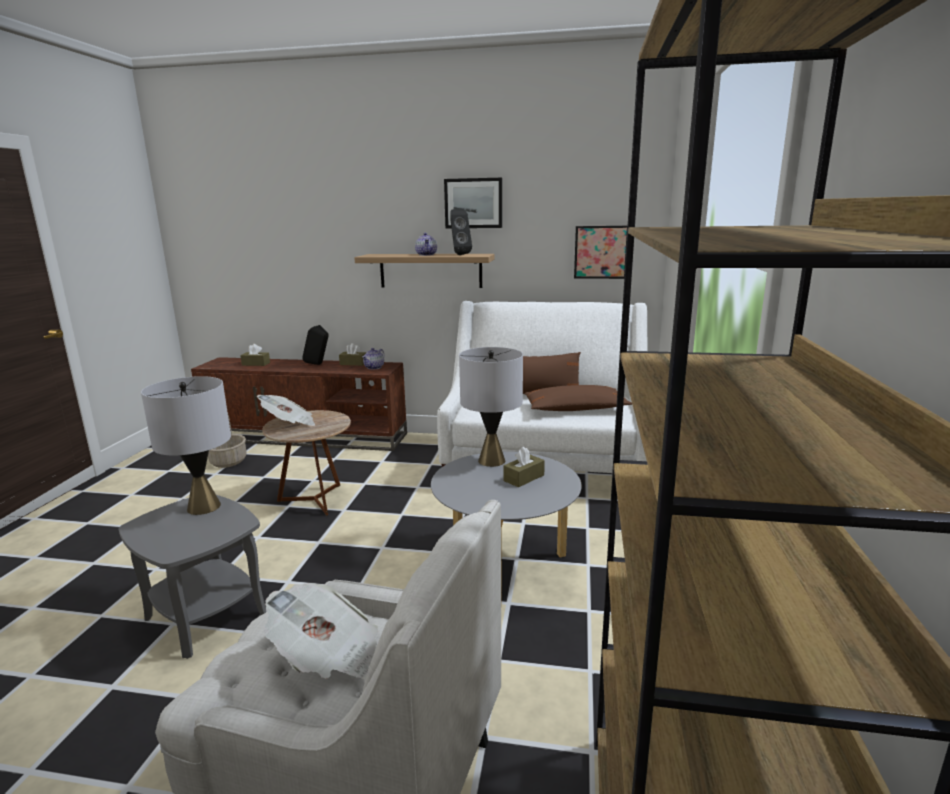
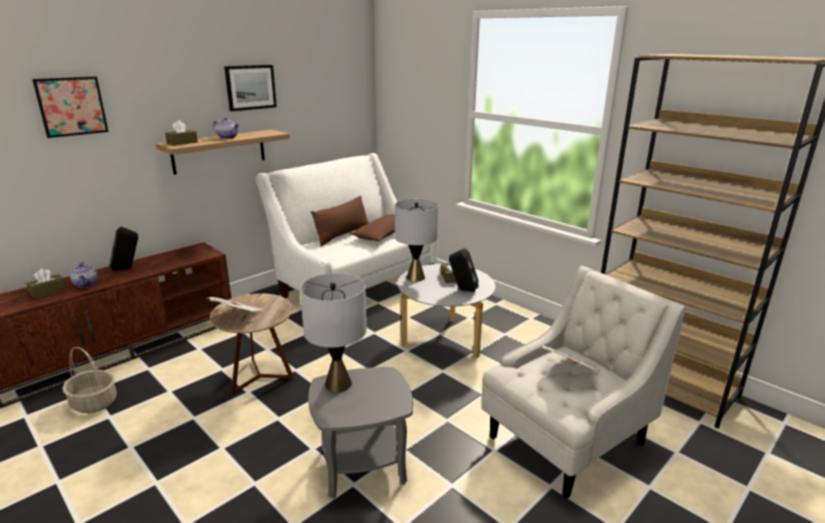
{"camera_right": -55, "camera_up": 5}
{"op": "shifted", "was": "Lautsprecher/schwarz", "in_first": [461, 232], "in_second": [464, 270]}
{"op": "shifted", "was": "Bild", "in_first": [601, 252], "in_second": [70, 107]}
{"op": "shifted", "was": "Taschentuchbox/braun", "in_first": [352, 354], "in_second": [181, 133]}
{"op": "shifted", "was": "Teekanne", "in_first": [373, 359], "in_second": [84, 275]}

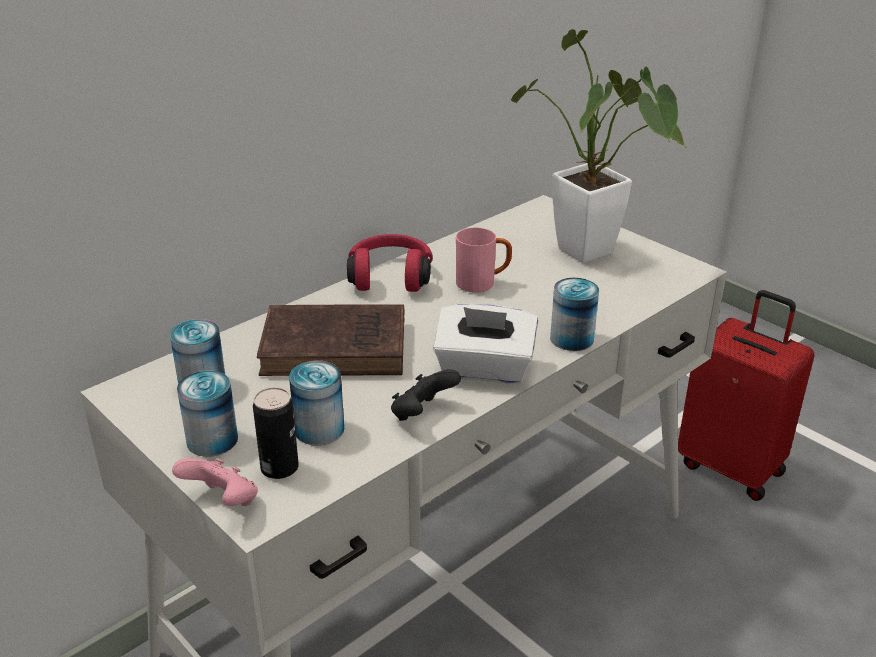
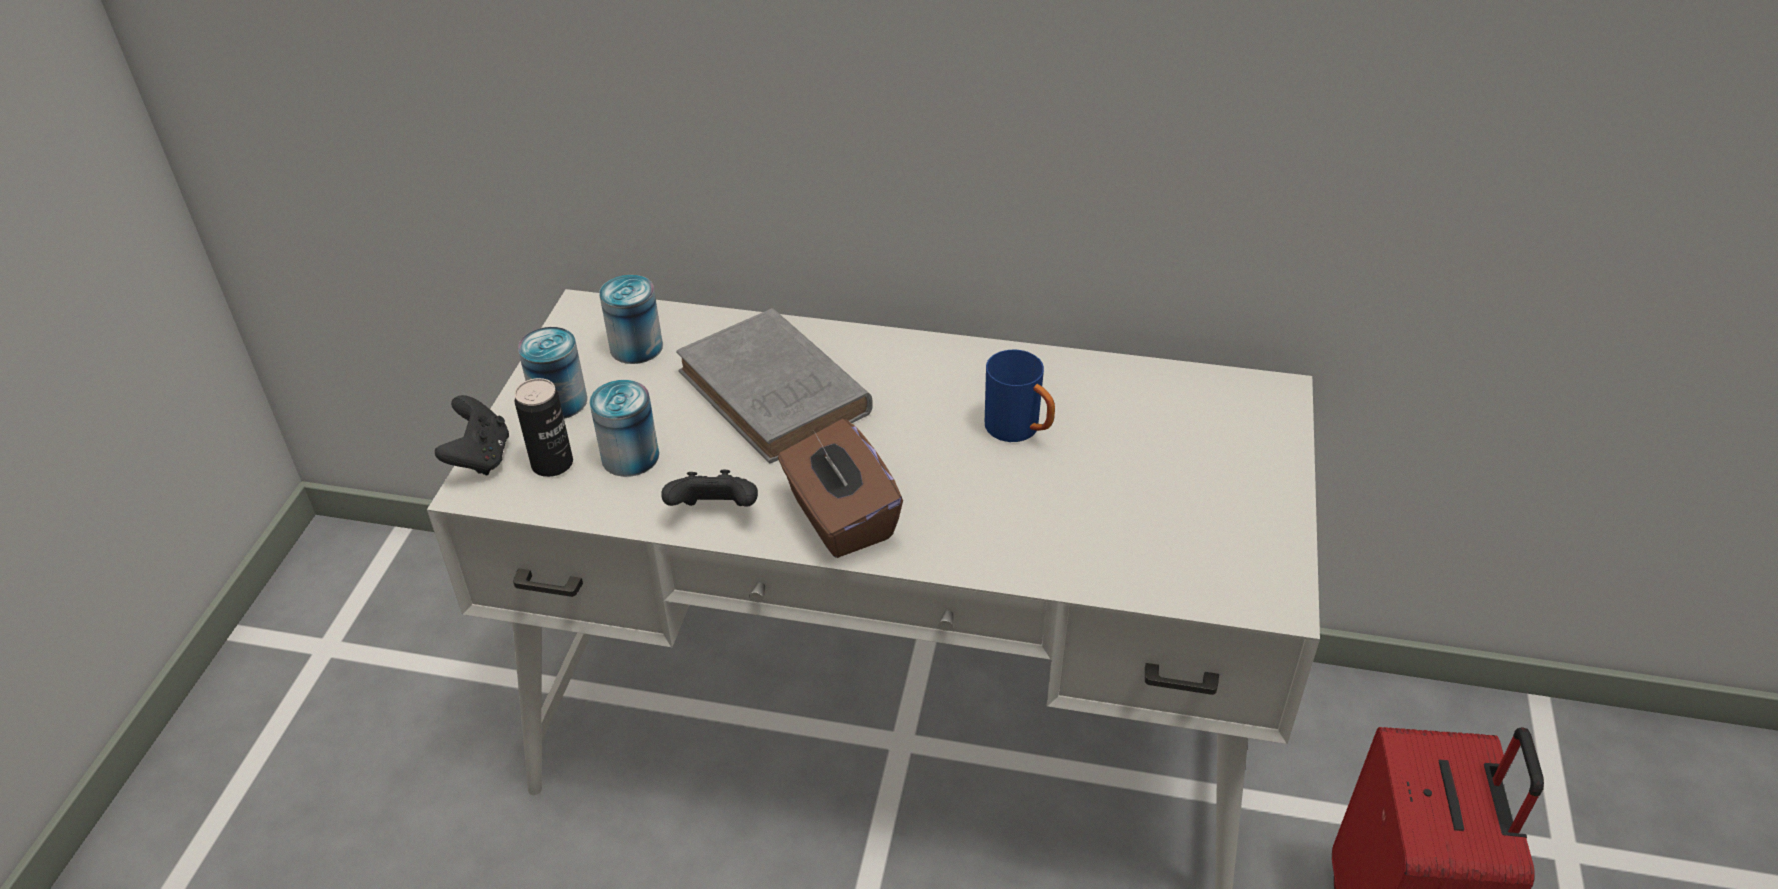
{"camera_right": 55, "camera_up": 10}
{"op": "gone", "was": "Topfpflanze", "in_first": [598, 146]}
{"op": "repainted", "was": "Henkelbecher/rosa", "now": "Henkelbecher/blau", "in_first": [484, 260], "in_second": [1020, 396]}
{"op": "gone", "was": "Kopfhörer/rot", "in_first": [390, 263]}
{"op": "gone", "was": "Dose", "in_first": [574, 314]}
{"op": "repainted", "was": "Buch/braun", "now": "Buch/grau", "in_first": [331, 340], "in_second": [774, 385]}
{"op": "repainted", "was": "Taschentuchbox/weiß", "now": "Taschentuchbox/braun", "in_first": [485, 344], "in_second": [840, 488]}
{"op": "repainted", "was": "Gamepad/rosa", "now": "Gamepad/schwarz", "in_first": [215, 482], "in_second": [472, 435]}

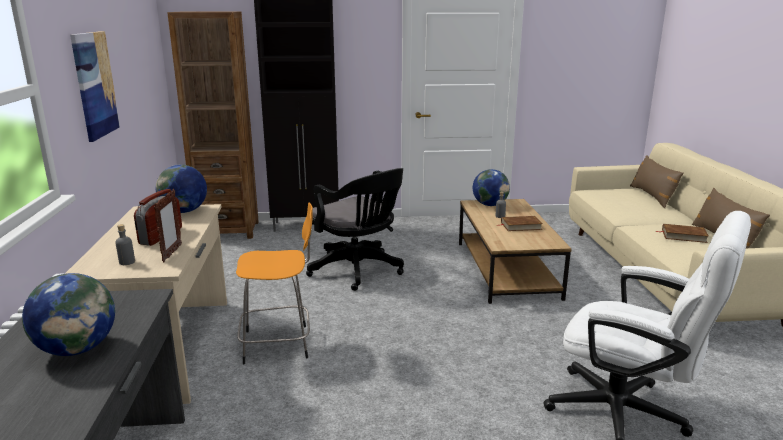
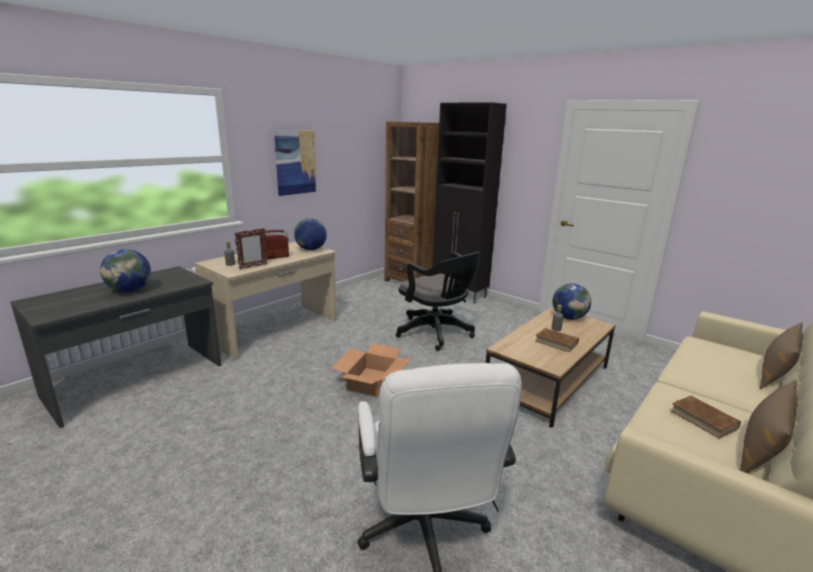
{"camera_right": 45, "camera_up": 0}
{"op": "rotated", "was": "Bürostuhl/schwarz", "in_first": [355, 229], "in_second": [438, 301], "clockwise": -45}
{"op": "gone", "was": "Hocker/orange", "in_first": [274, 283]}
{"op": "new", "now": "Karton", "in_second": [371, 370]}

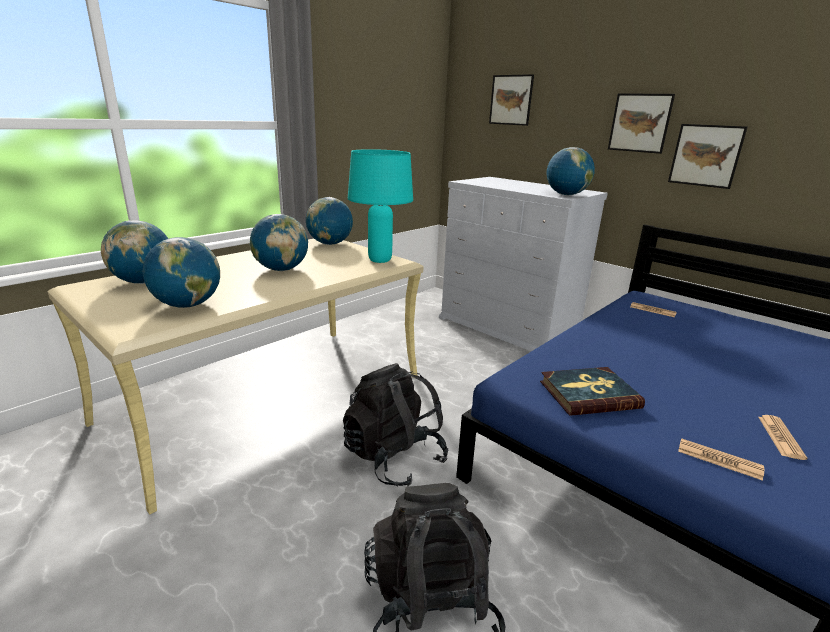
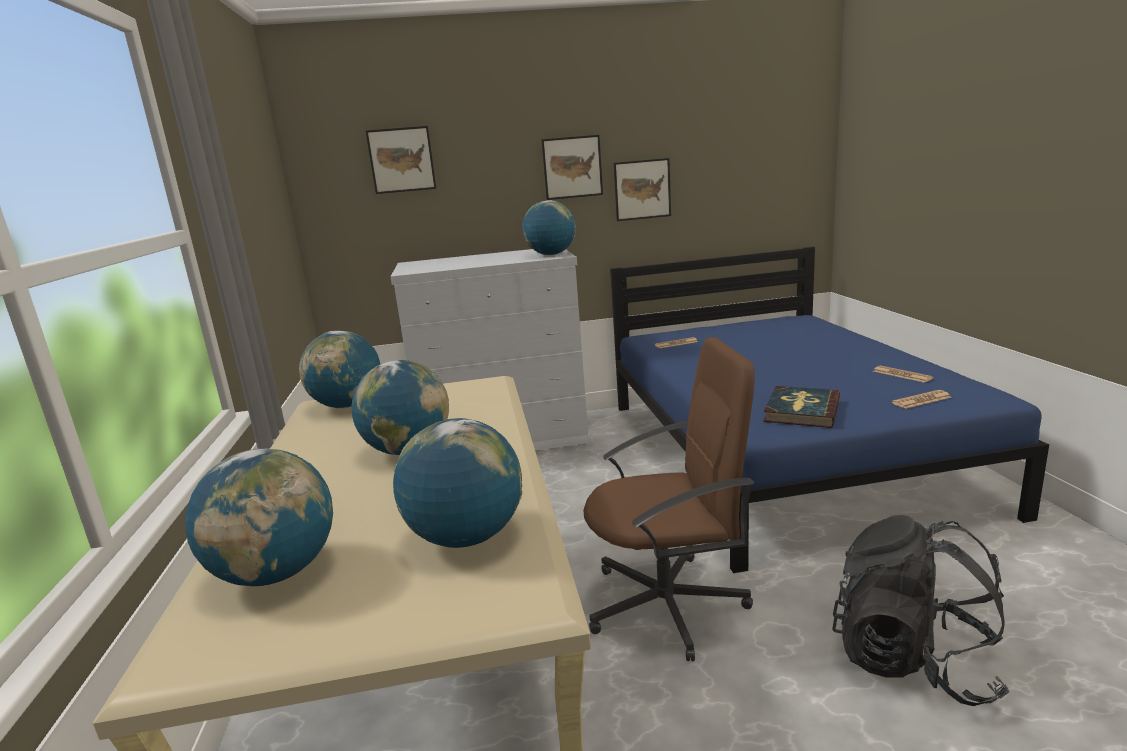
{"camera_right": -50, "camera_up": -5}
{"op": "gone", "was": "Tischlampe/türkis", "in_first": [380, 206]}
{"op": "swapped", "was": "Rucksack/schwarz", "now": "Bürostuhl/braun", "in_first": [395, 424], "in_second": [669, 499]}

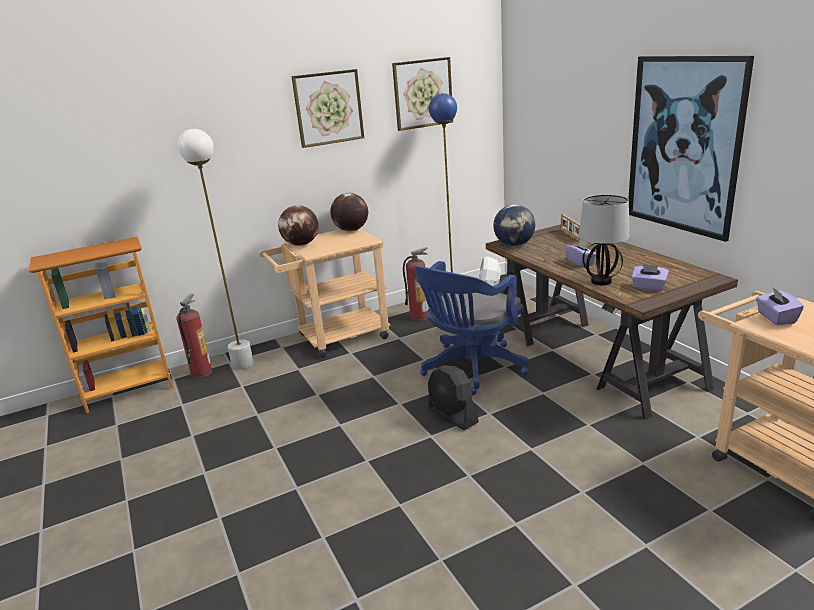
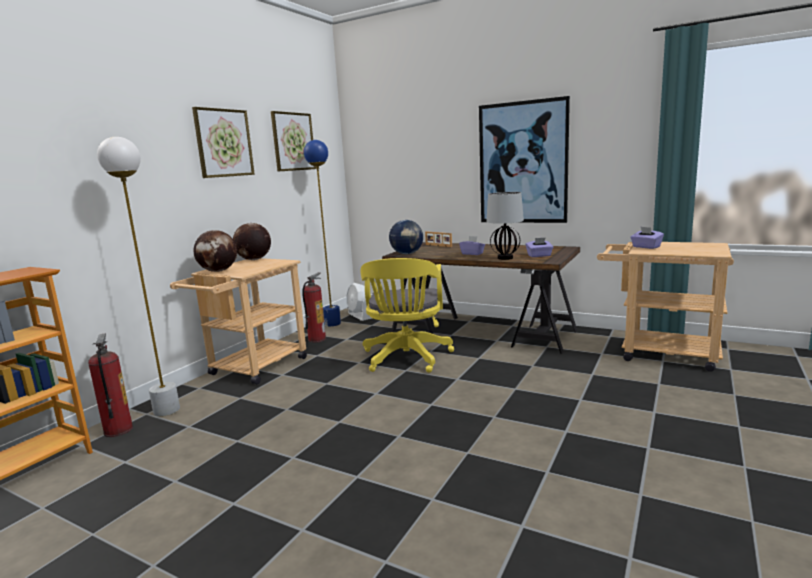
{"camera_right": -35, "camera_up": -10}
{"op": "repainted", "was": "Bürostuhl/blau", "now": "Bürostuhl/gelb", "in_first": [472, 328], "in_second": [407, 315]}
{"op": "gone", "was": "Ventilator/schwarz", "in_first": [453, 397]}

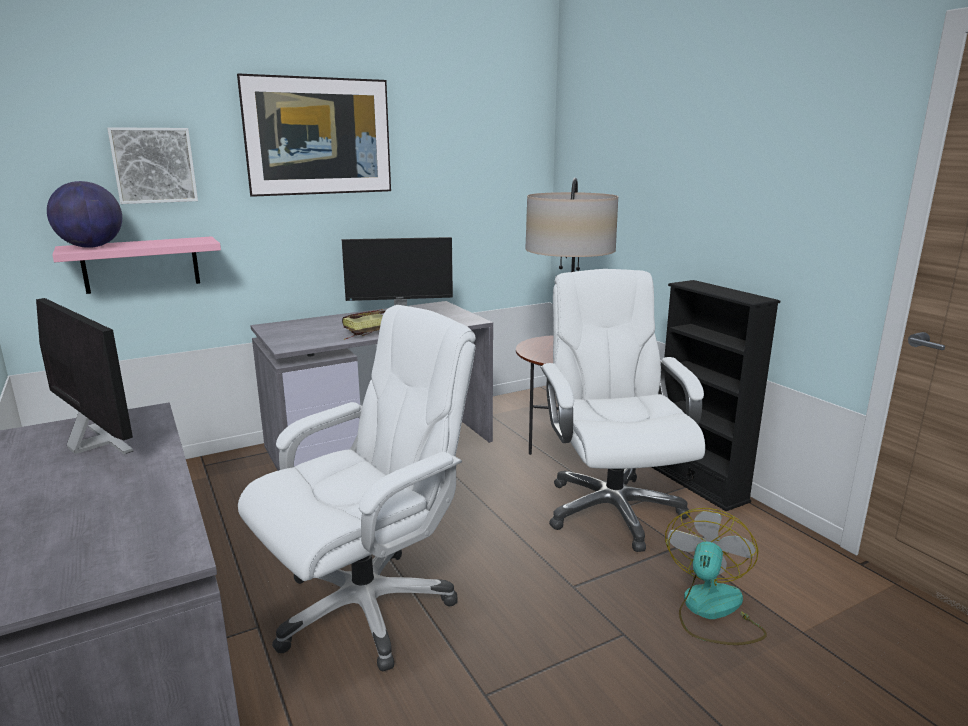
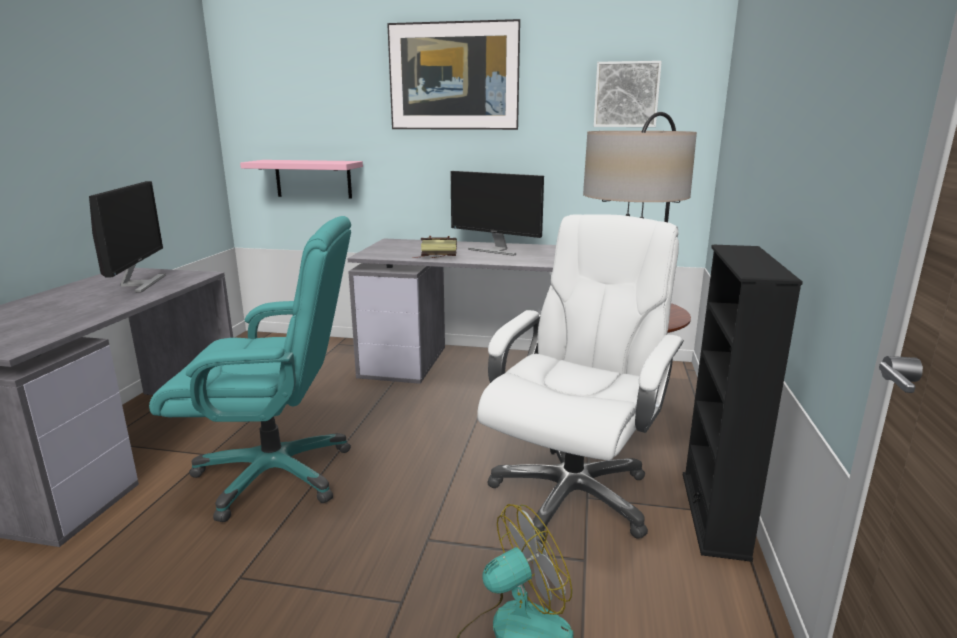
{"camera_right": 40, "camera_up": 0}
{"op": "shifted", "was": "Bild", "in_first": [152, 165], "in_second": [628, 94]}
{"op": "gone", "was": "Globus", "in_first": [84, 214]}
{"op": "repainted", "was": "Bürostuhl/weiß", "now": "Bürostuhl/türkis", "in_first": [357, 488], "in_second": [250, 369]}

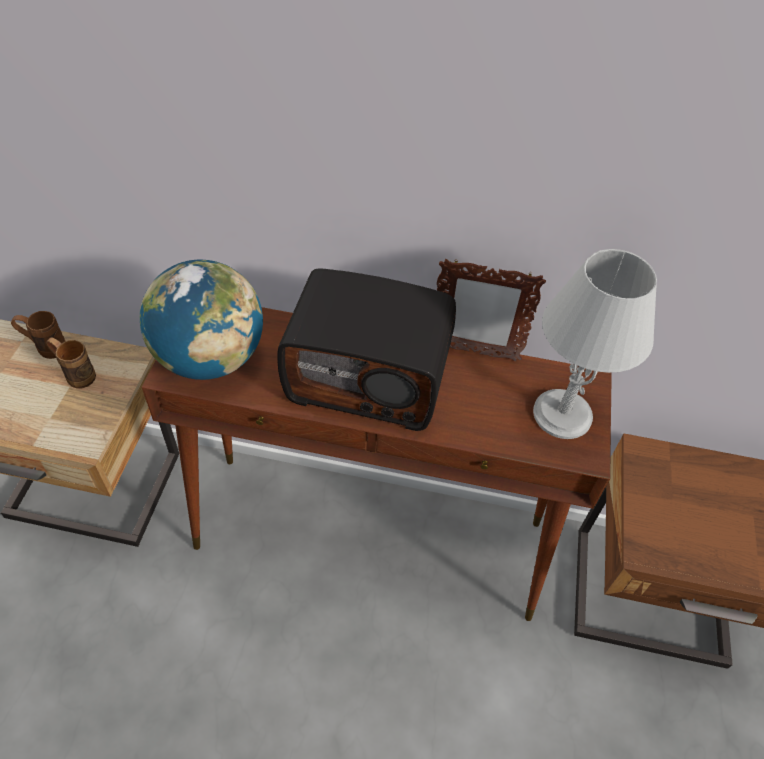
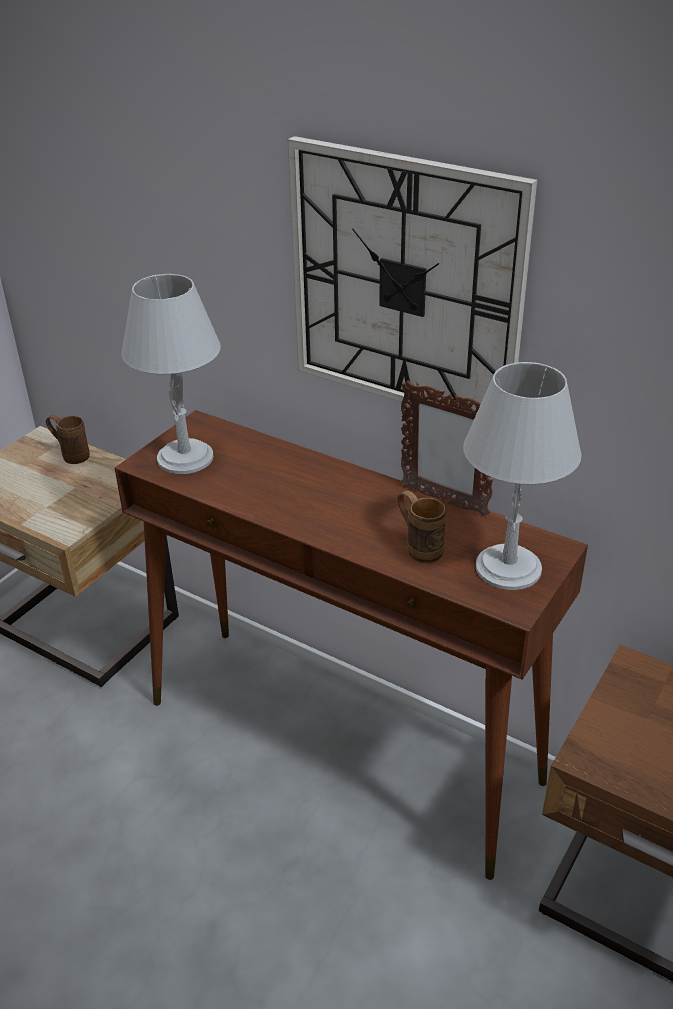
{"camera_right": 25, "camera_up": -15}
{"op": "swapped", "was": "Globus", "now": "Tischlampe/grau", "in_first": [201, 320], "in_second": [171, 374]}
{"op": "gone", "was": "Radio", "in_first": [366, 349]}
{"op": "shifted", "was": "Henkelbecher/braun", "in_first": [71, 363], "in_second": [422, 526]}
{"op": "new", "now": "Wanduhr", "in_second": [412, 273]}

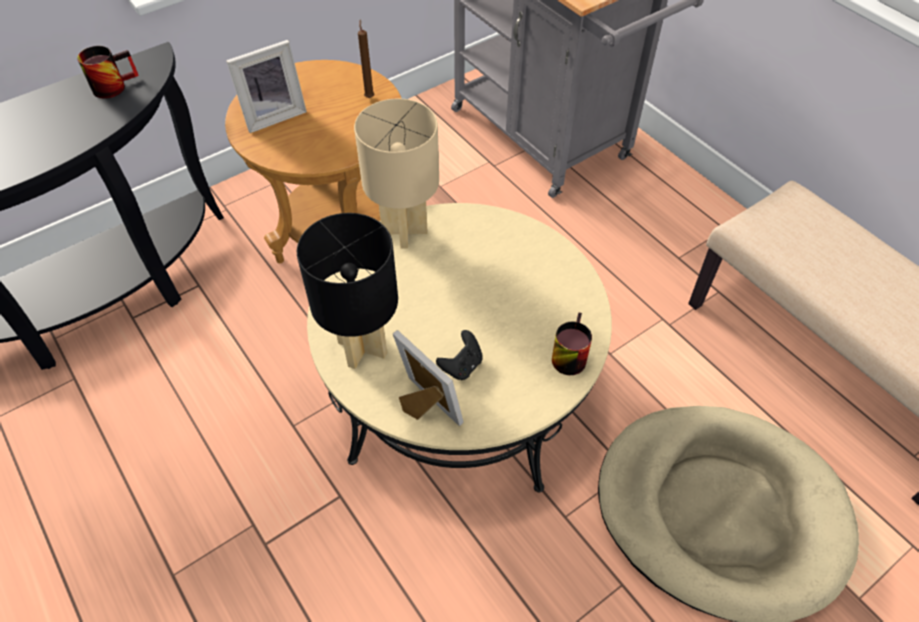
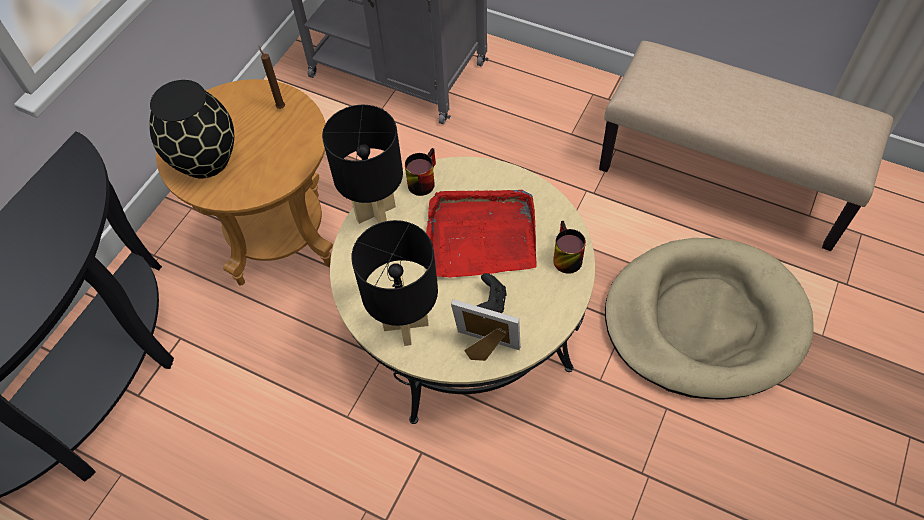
{"camera_right": -25, "camera_up": 5}
{"op": "swapped", "was": "Bilderrahmen", "now": "Vase/schwarz", "in_first": [266, 86], "in_second": [191, 129]}
{"op": "shifted", "was": "Henkelbecher", "in_first": [108, 72], "in_second": [420, 172]}
{"op": "repainted", "was": "Tischlampe/beige", "now": "Tischlampe/schwarz", "in_first": [396, 173], "in_second": [362, 164]}
{"op": "new", "now": "Tablett/rot", "in_second": [481, 234]}

